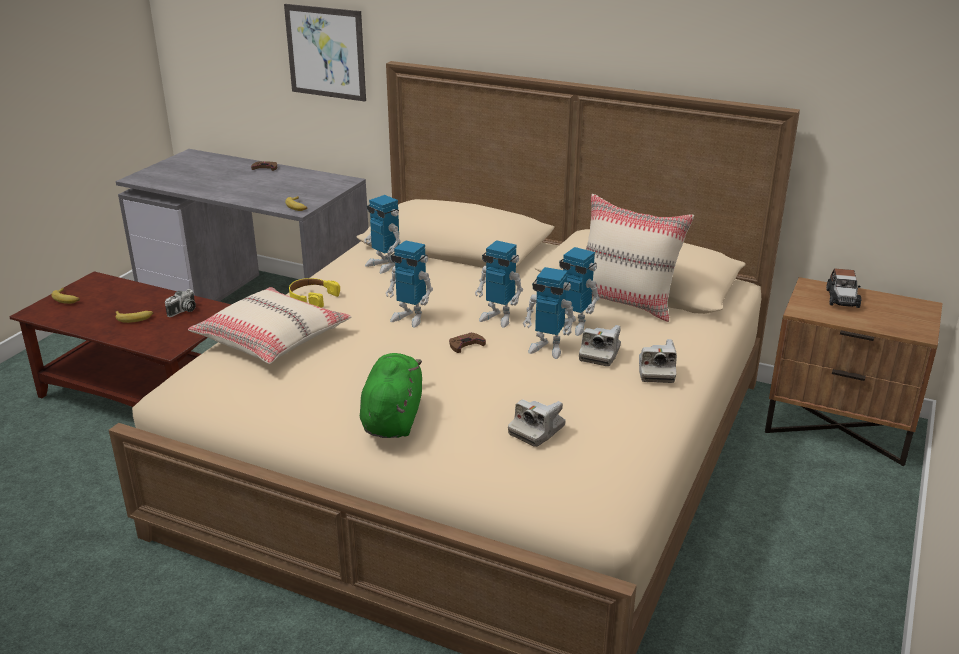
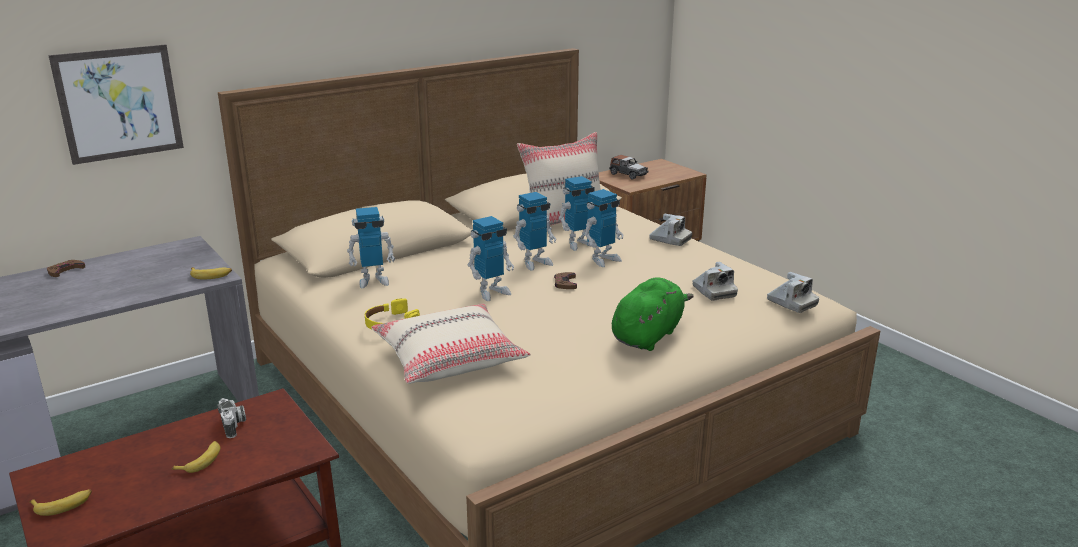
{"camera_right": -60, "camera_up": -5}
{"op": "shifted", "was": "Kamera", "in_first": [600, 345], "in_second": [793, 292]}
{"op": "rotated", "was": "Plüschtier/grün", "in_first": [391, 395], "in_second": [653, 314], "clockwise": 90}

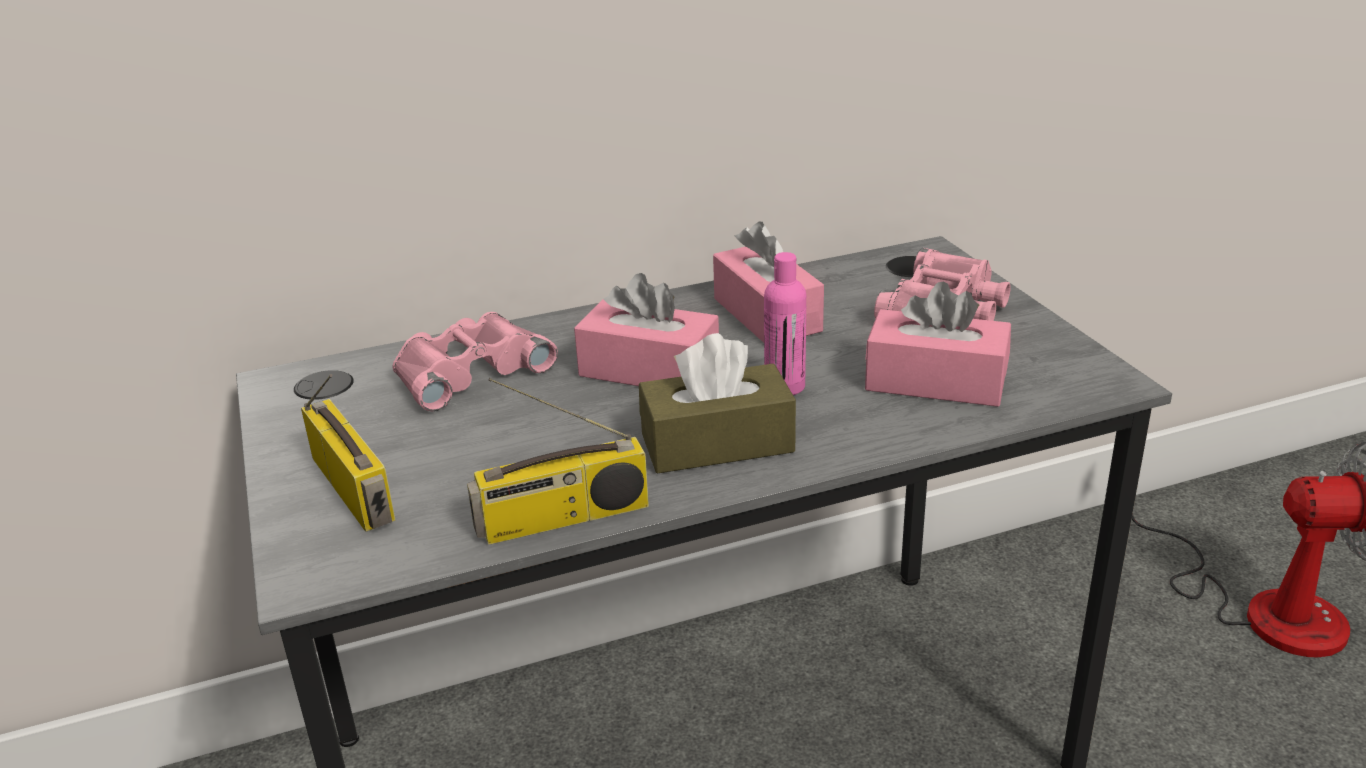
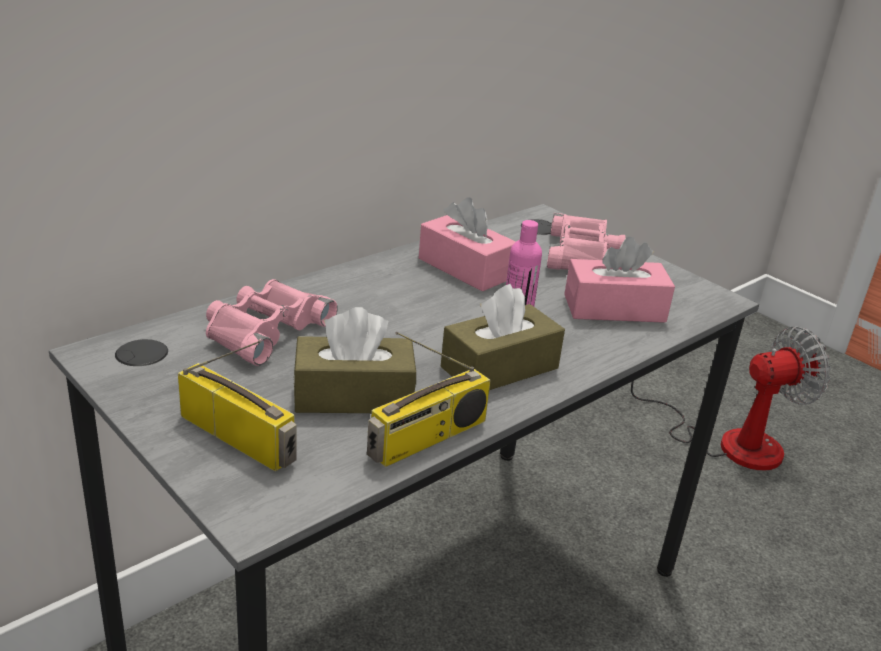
{"camera_right": -25, "camera_up": 0}
{"op": "gone", "was": "Taschentuchbox/rosa", "in_first": [646, 329]}
{"op": "new", "now": "Taschentuchbox/braun", "in_second": [354, 360]}

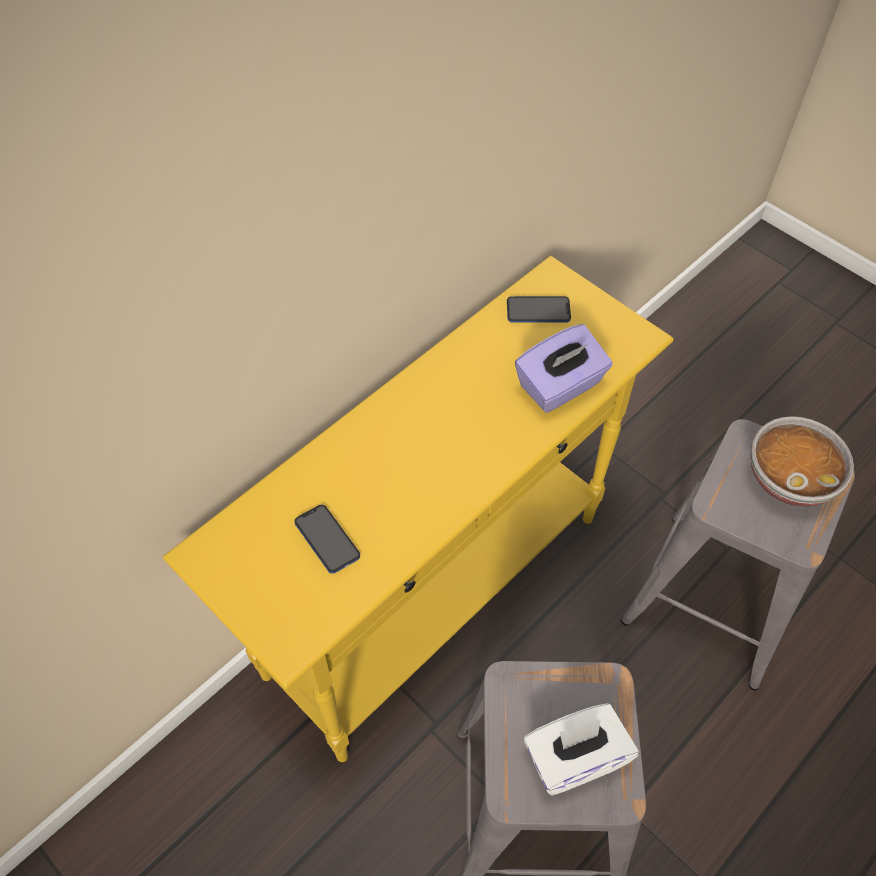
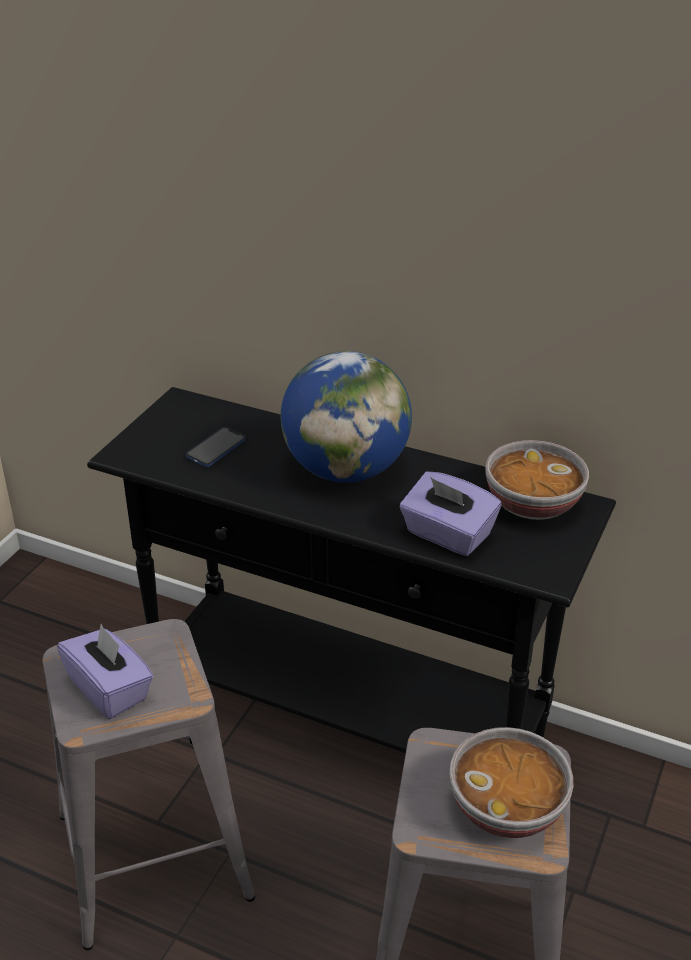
{"camera_right": 70, "camera_up": -20}
{"op": "repainted", "was": "Konsolentisch/gelb", "now": "Konsolentisch/schwarz", "in_first": [418, 509], "in_second": [351, 570]}
{"op": "swapped", "was": "Handy", "now": "Schüssel", "in_first": [539, 309], "in_second": [537, 480]}
{"op": "repainted", "was": "Taschentuchbox/weiß", "now": "Taschentuchbox/lila", "in_first": [581, 749], "in_second": [105, 671]}
{"op": "new", "now": "Globus", "in_second": [346, 417]}

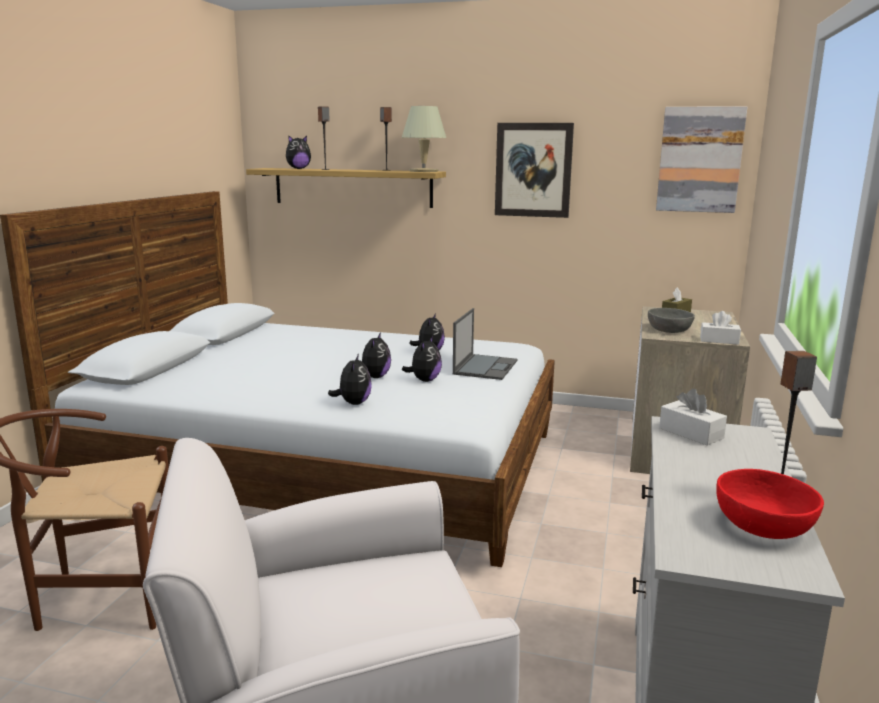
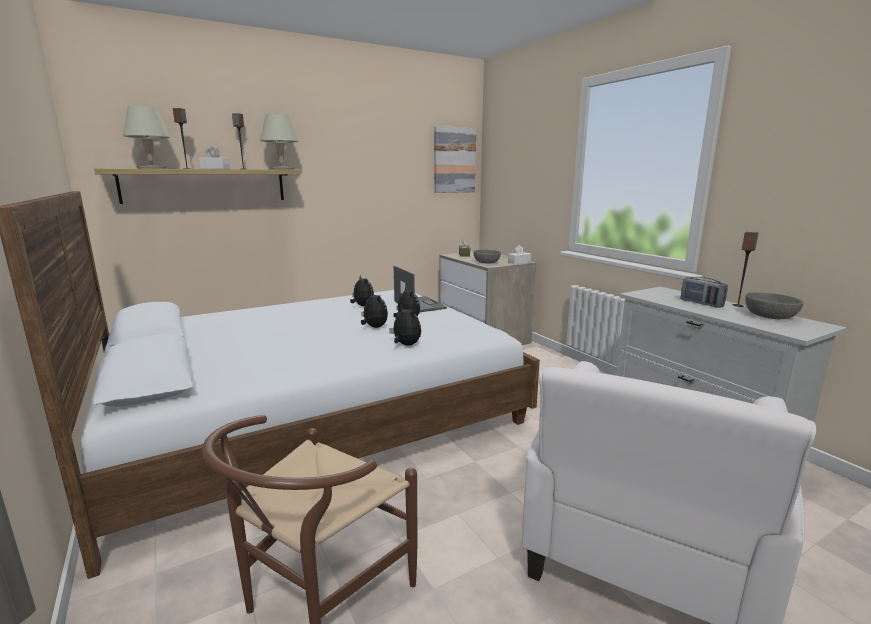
{"camera_right": -45, "camera_up": 0}
{"op": "gone", "was": "Bild", "in_first": [534, 170]}
{"op": "swapped", "was": "Plüschtier", "now": "Tischlampe/beige", "in_first": [298, 152], "in_second": [147, 137]}
{"op": "shifted", "was": "Taschentuchbox/weiß", "in_first": [693, 417], "in_second": [214, 158]}
{"op": "repainted", "was": "Schüssel/rot", "now": "Schüssel/grau", "in_first": [770, 504], "in_second": [774, 305]}
{"op": "new", "now": "Radio", "in_second": [704, 292]}

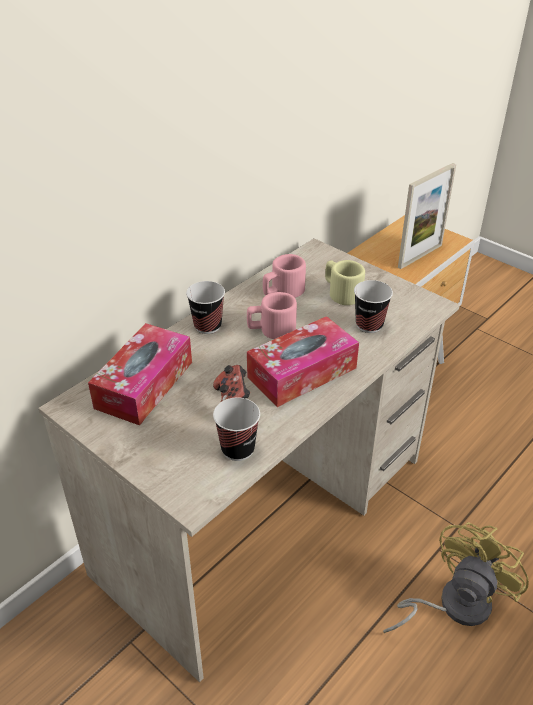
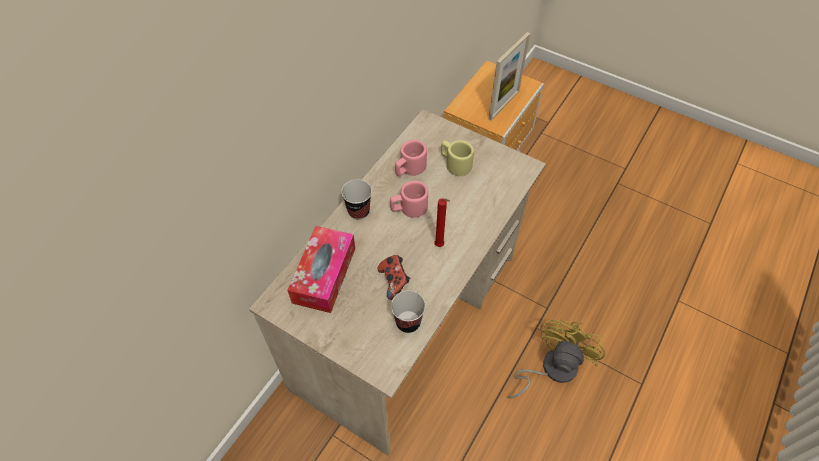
{"camera_right": -10, "camera_up": 15}
{"op": "gone", "was": "Tasse", "in_first": [373, 306]}
{"op": "swapped", "was": "Taschentuchbox", "now": "Kerze/rot", "in_first": [303, 361], "in_second": [442, 223]}

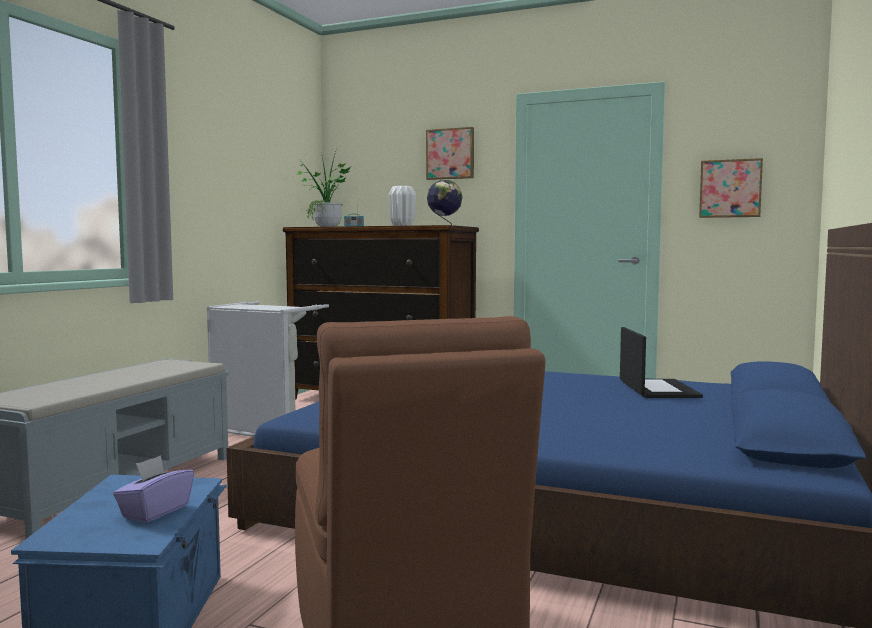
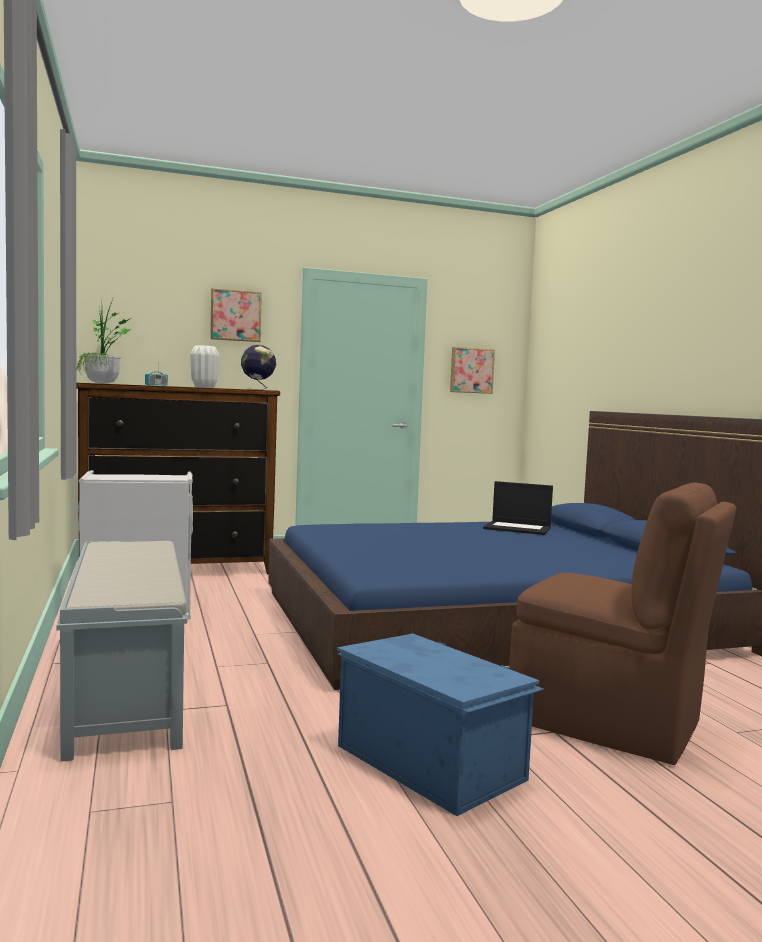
{"camera_right": -40, "camera_up": 0}
{"op": "rotated", "was": "Laptop", "in_first": [661, 362], "in_second": [518, 508], "clockwise": 150}
{"op": "gone", "was": "Taschentuchbox/lila", "in_first": [153, 489]}

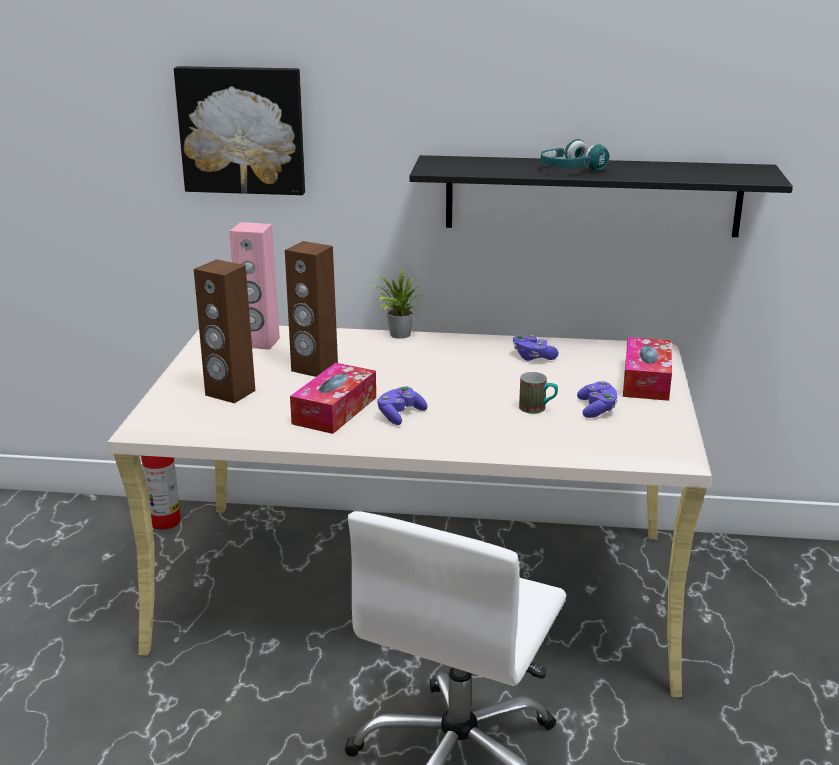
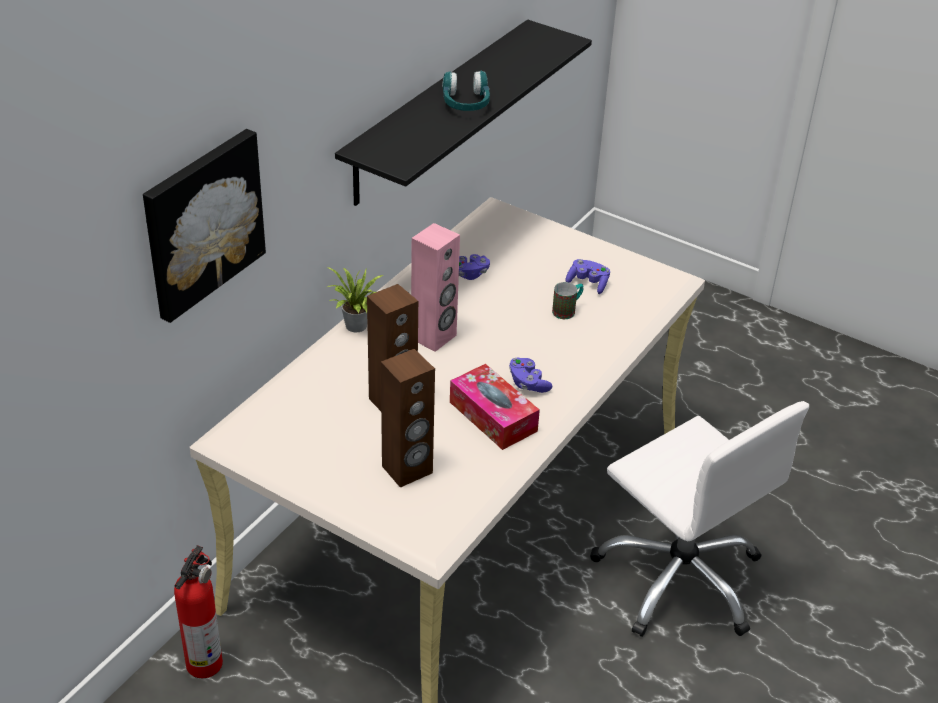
{"camera_right": -65, "camera_up": 15}
{"op": "shifted", "was": "Lautsprecher/rosa", "in_first": [254, 286], "in_second": [435, 287]}
{"op": "gone", "was": "Taschentuchbox", "in_first": [647, 369]}

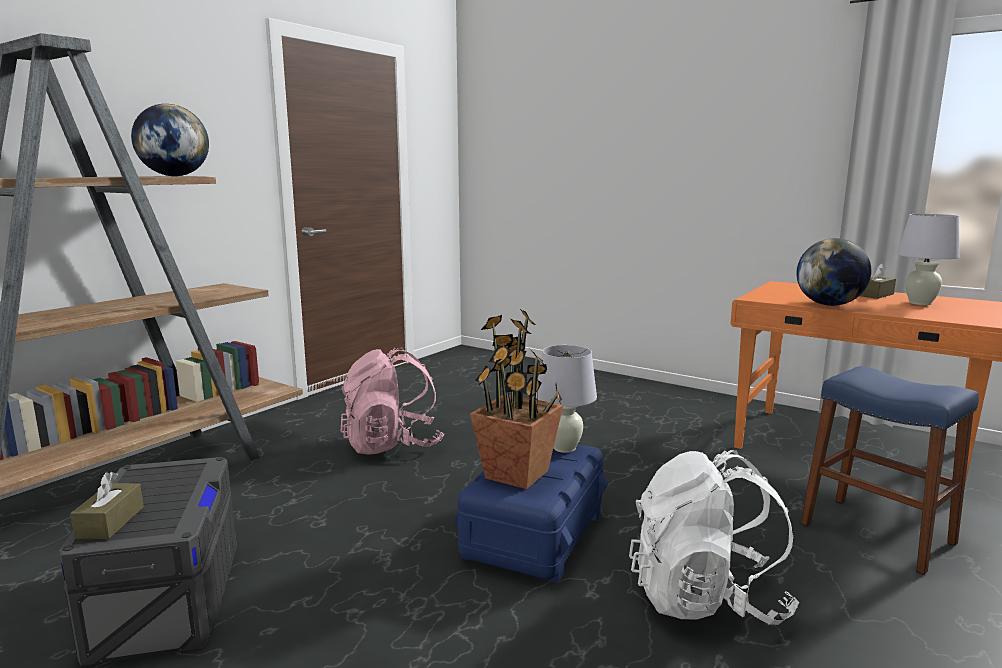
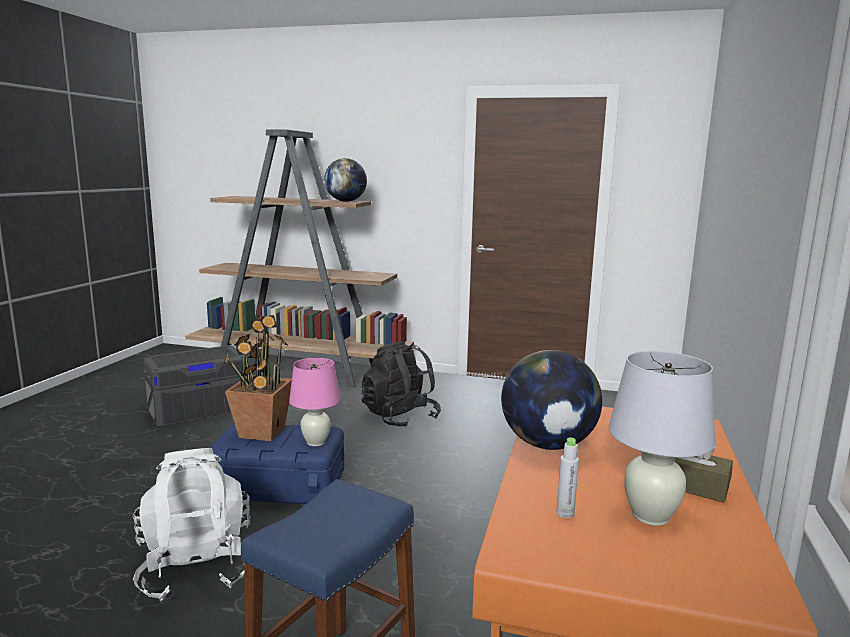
{"camera_right": 70, "camera_up": 0}
{"op": "repainted", "was": "Tischlampe/weiß", "now": "Tischlampe/rosa", "in_first": [566, 399], "in_second": [314, 402]}
{"op": "repainted", "was": "Rucksack/rosa", "now": "Rucksack/schwarz", "in_first": [392, 401], "in_second": [401, 384]}
{"op": "gone", "was": "Taschentuchbox/braun", "in_first": [107, 505]}
{"op": "new", "now": "Flasche/grau", "in_second": [567, 478]}

